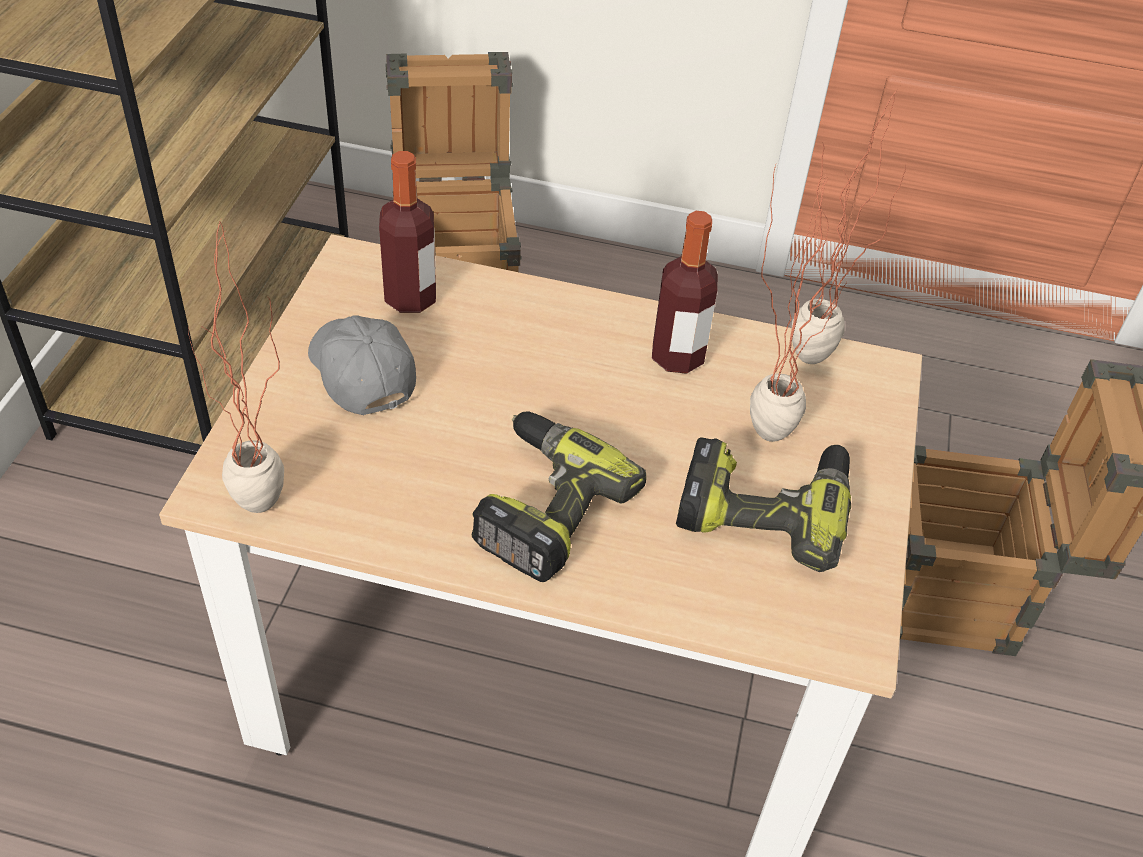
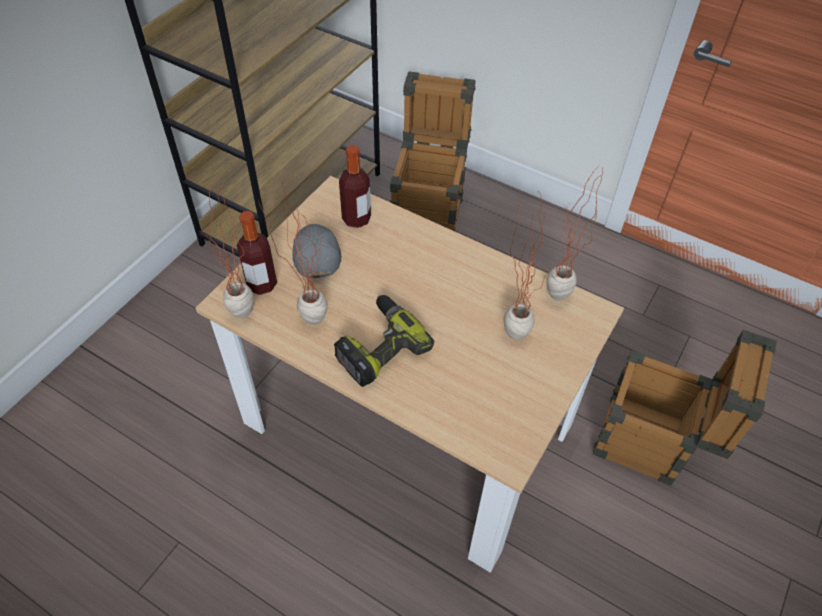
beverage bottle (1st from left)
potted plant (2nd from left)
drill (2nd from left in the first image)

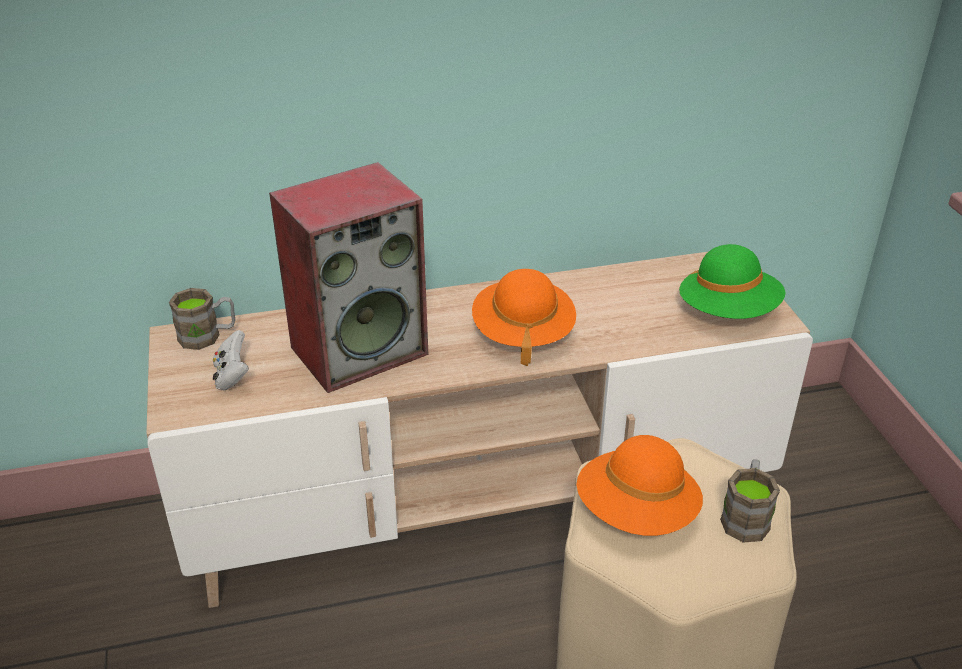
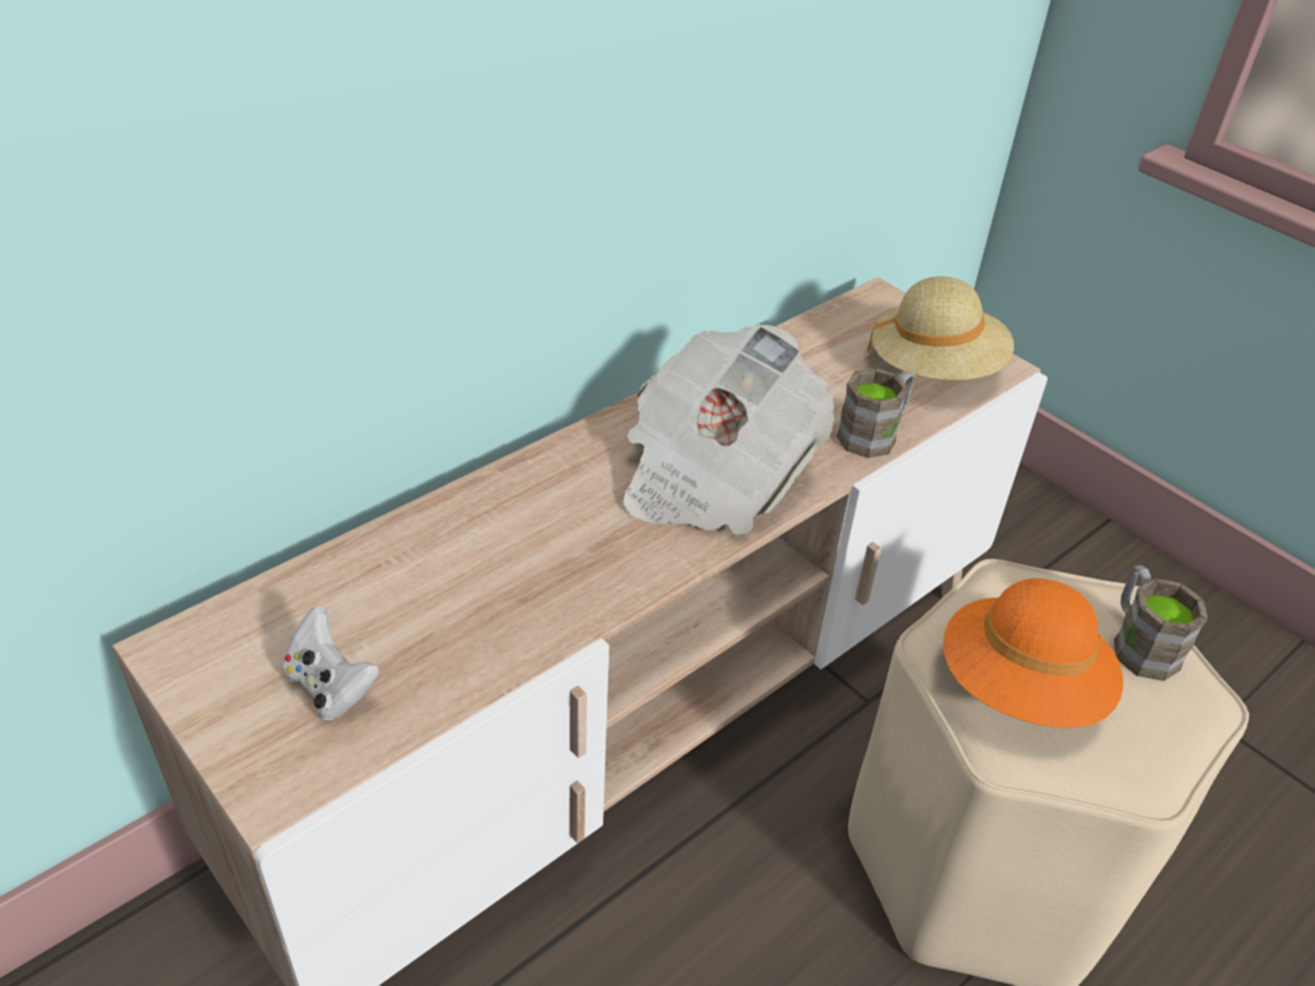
newspaper
brown-coloured tea mug (1st from left)
sand-coloured hat
speaker

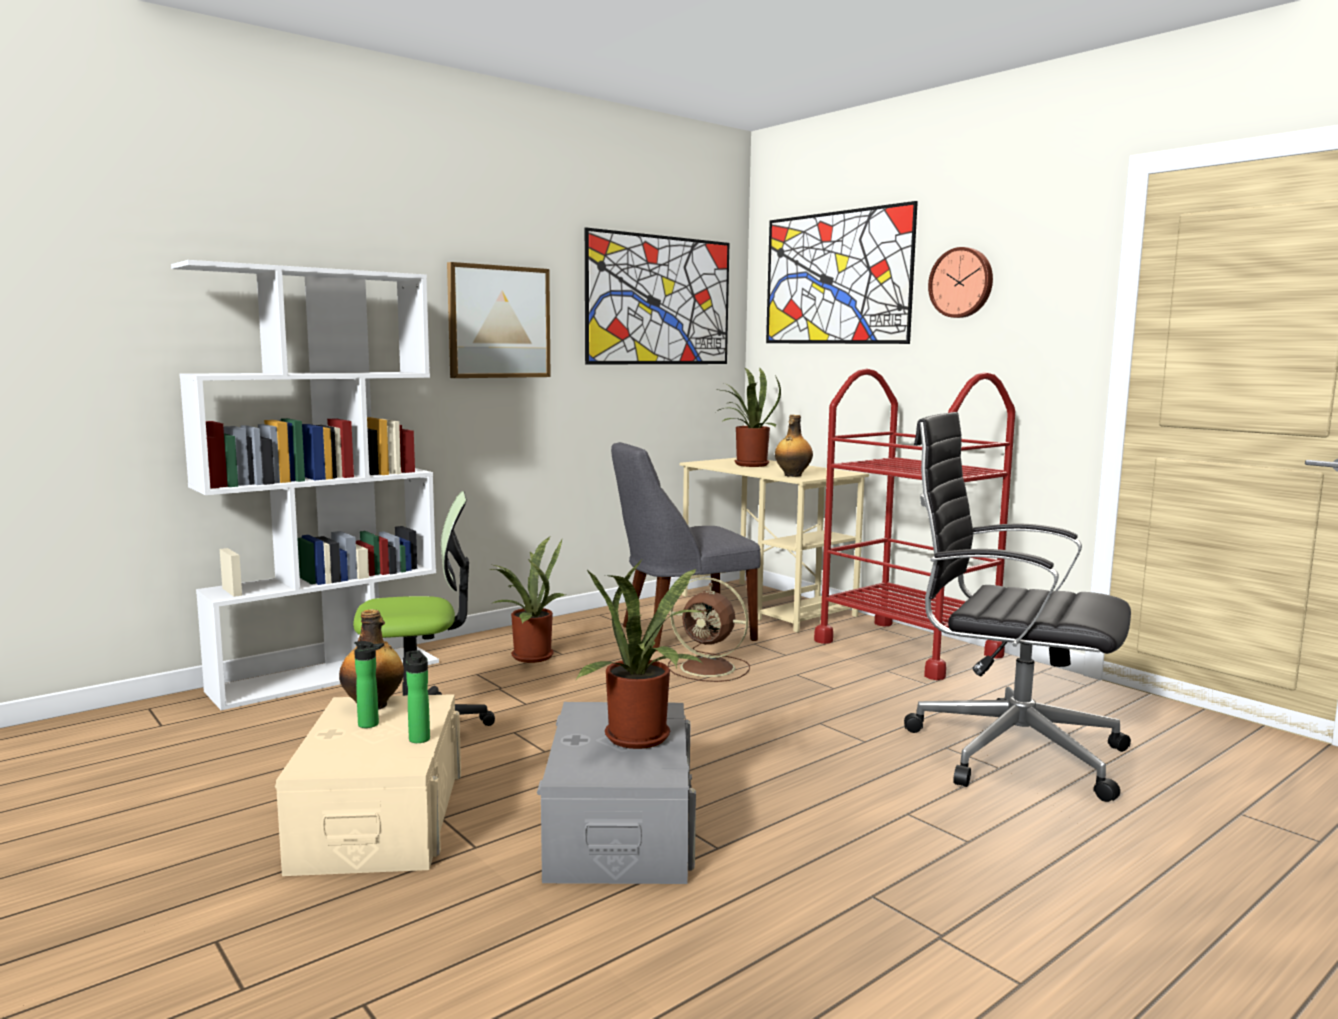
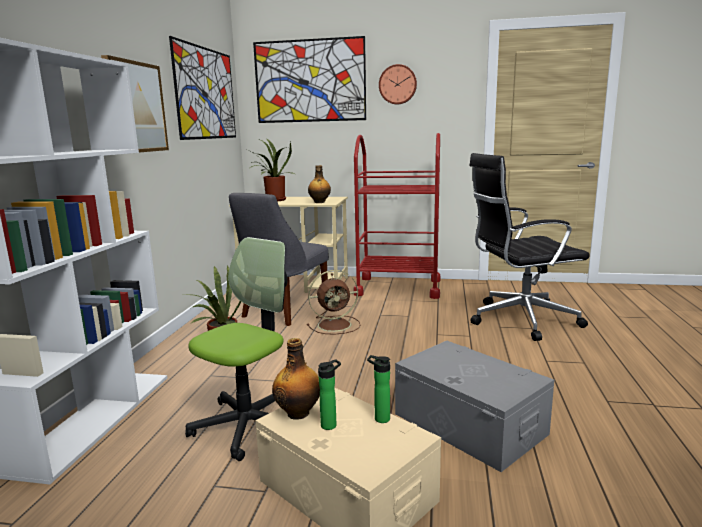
potted plant (2nd from left in the first image)

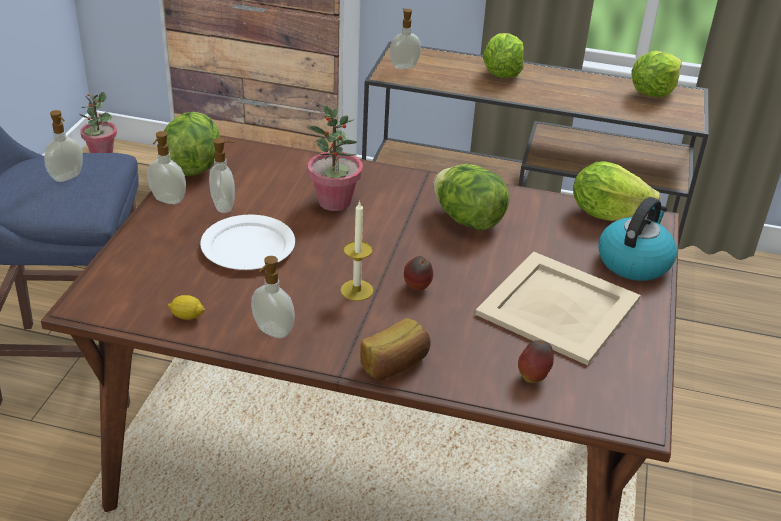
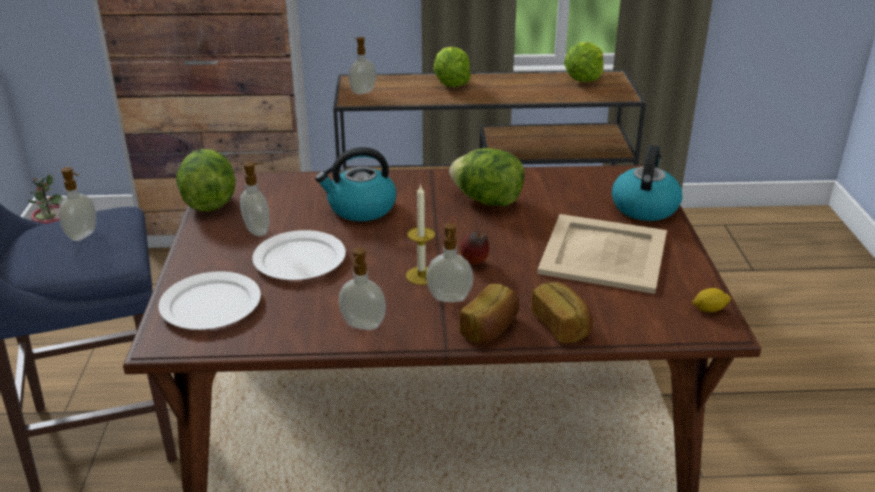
whitish plate (1st from left)
kettle (1st from left)
soap dispenser (5th from left)
baked bread (2nd from left)
lemon
whole apple (2nd from left in the first image)
head of lettuce (4th from left in the first image)

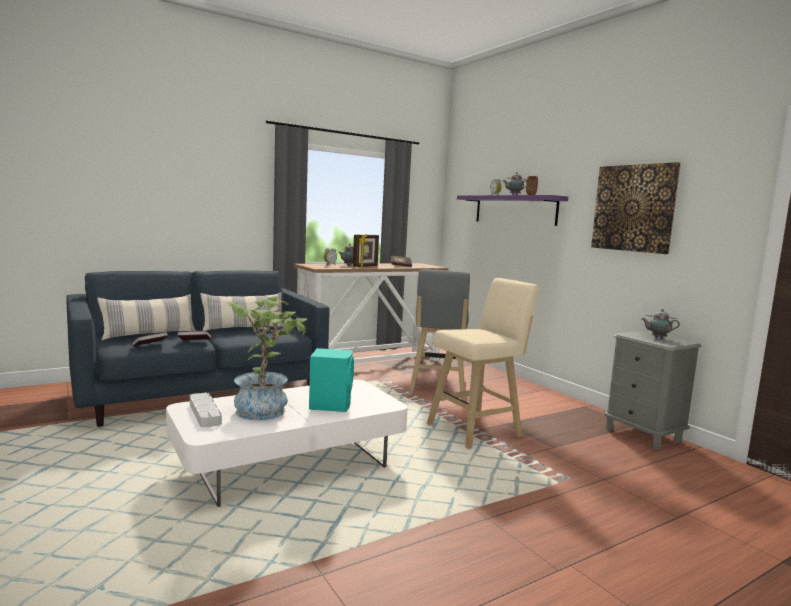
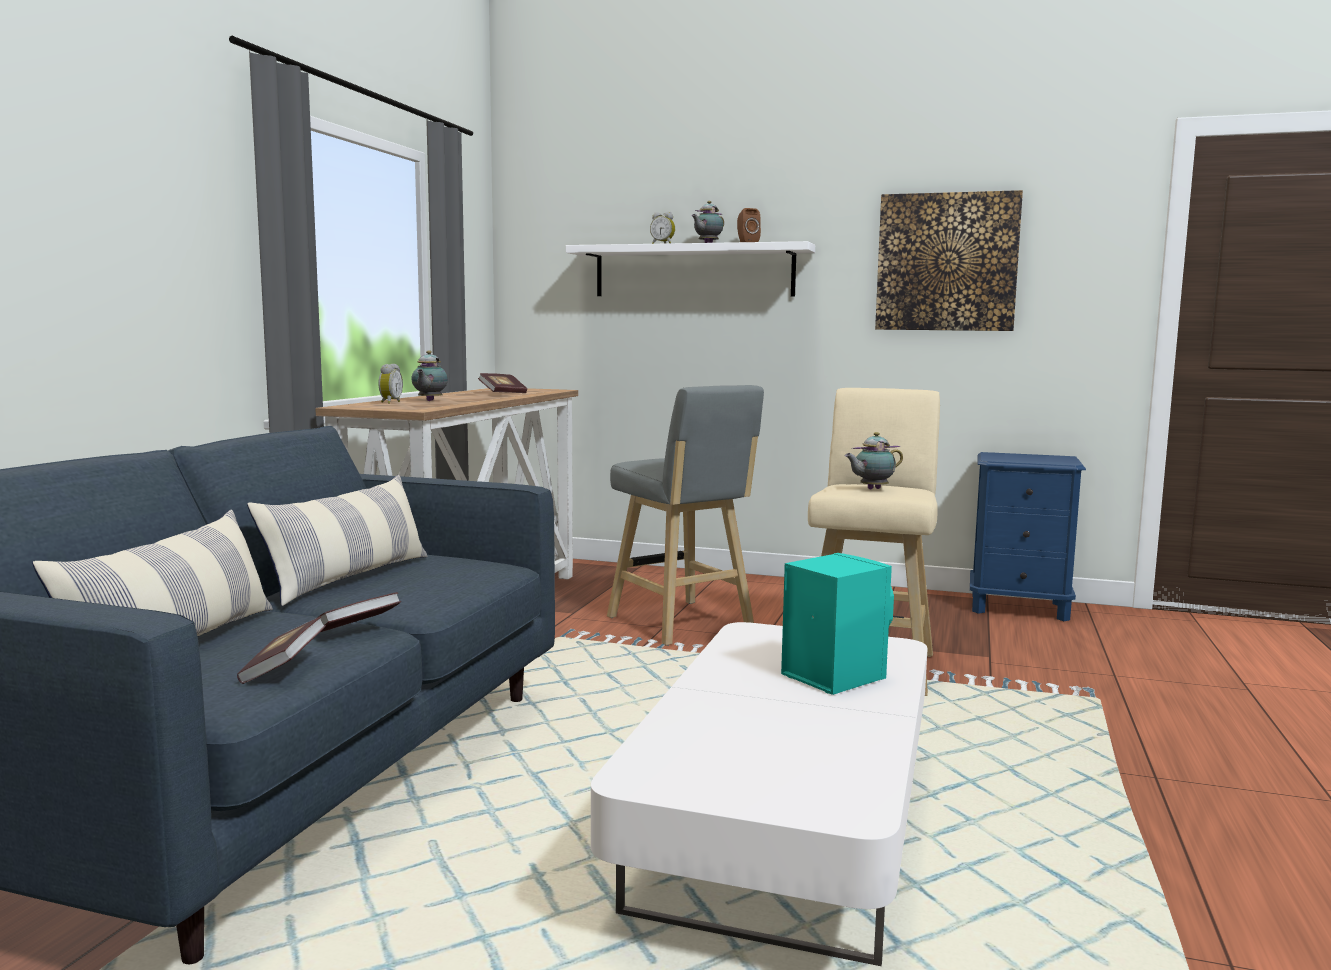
whitish shelf
teapot (3rd from left)
blue night table
greyish carrying tray
potted plant
picture frame

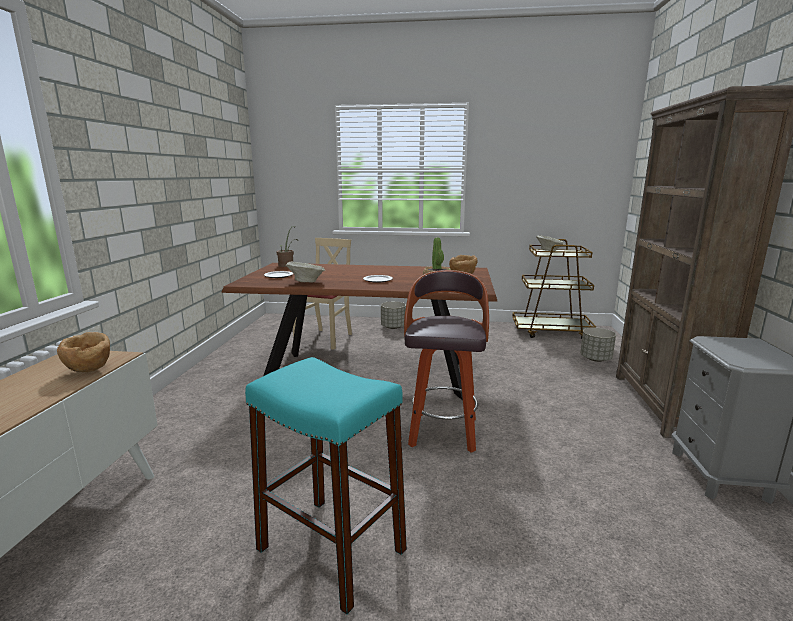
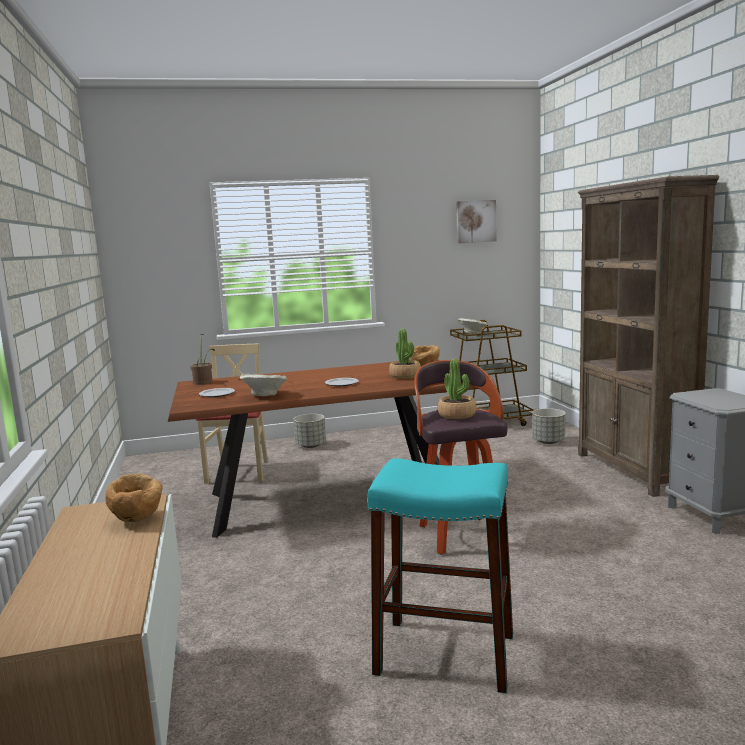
potted plant (3rd from left)
picture

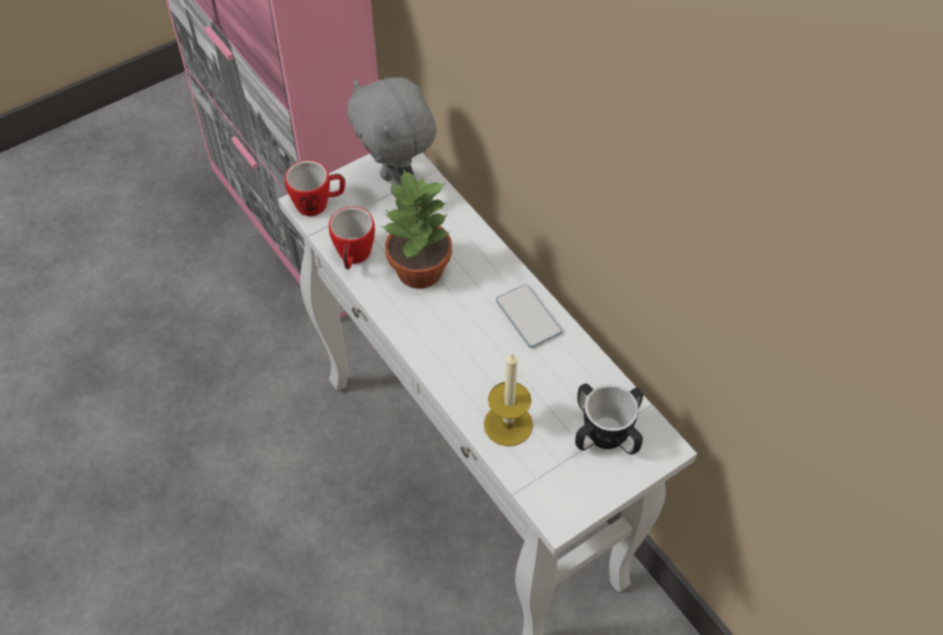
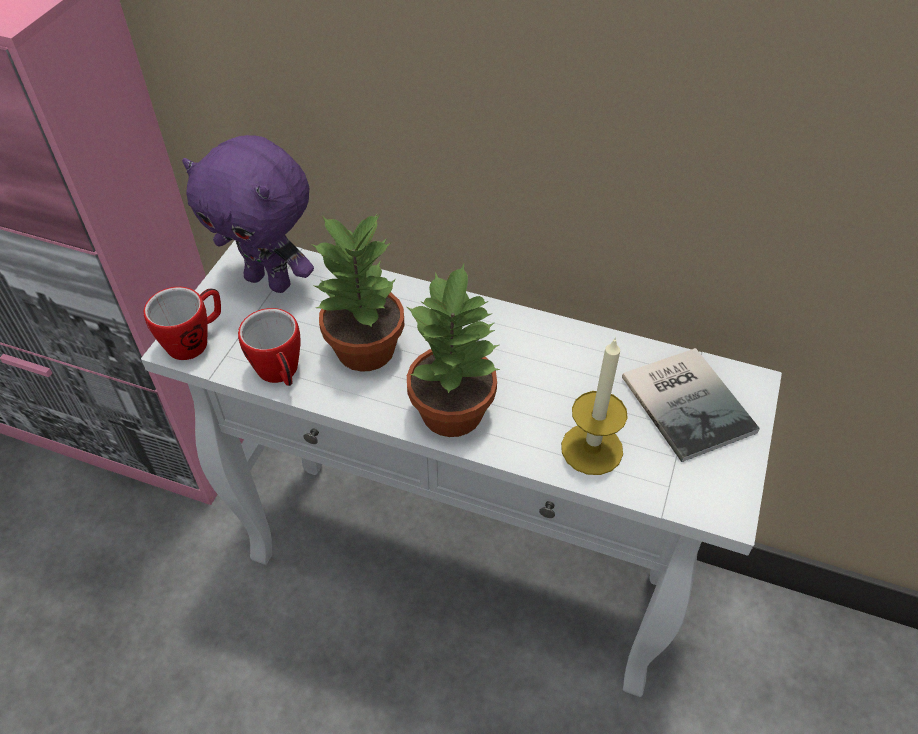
purplish cuddly toy
potted plant (2nd from left)
bound book
telephone

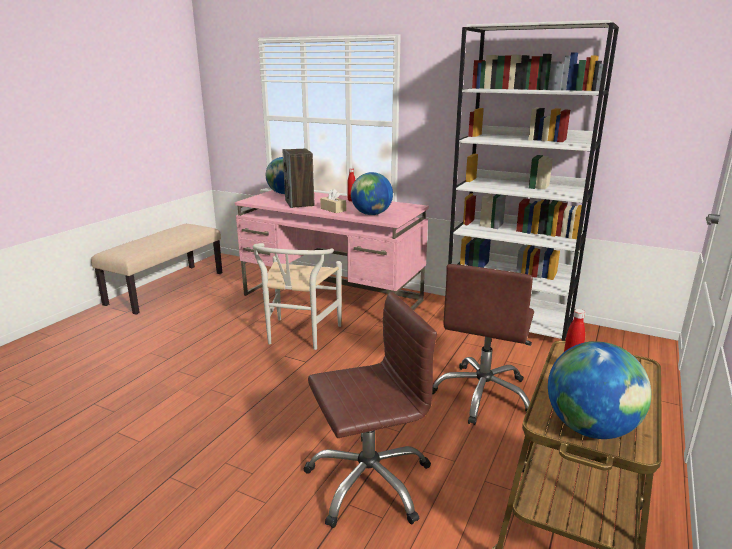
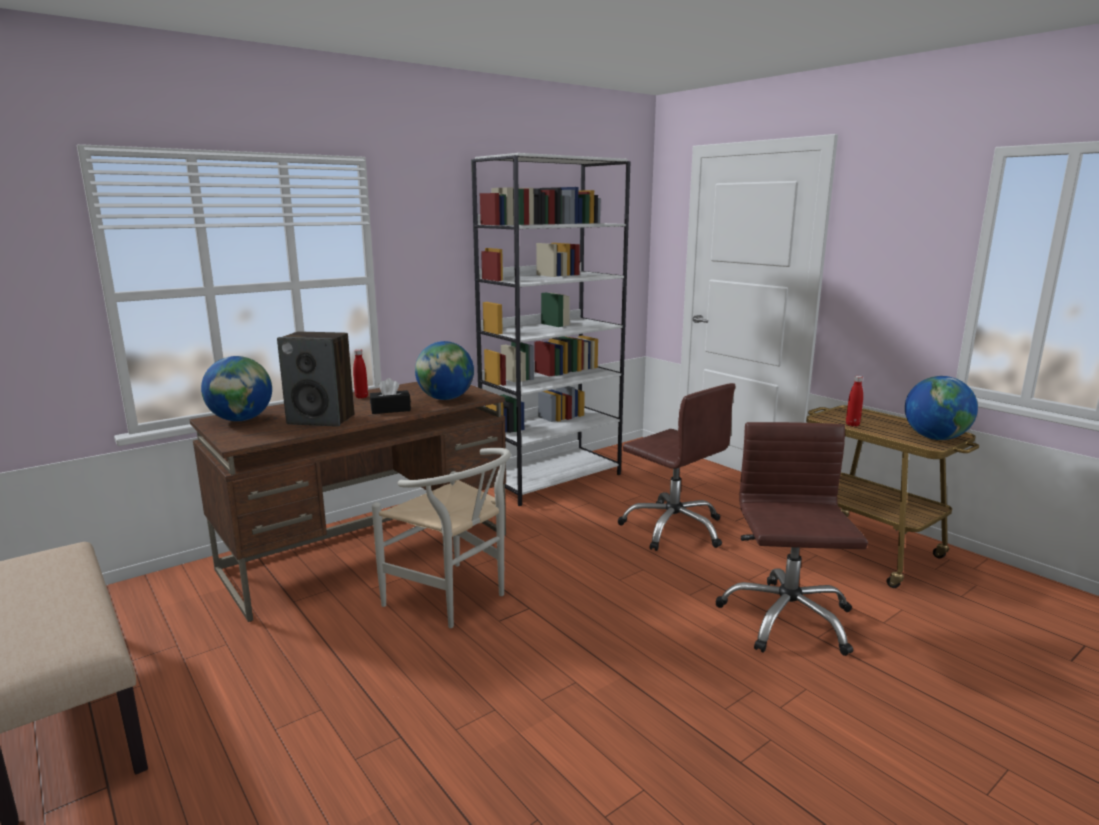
brown-coloured desk table
black-coloured tissue box

